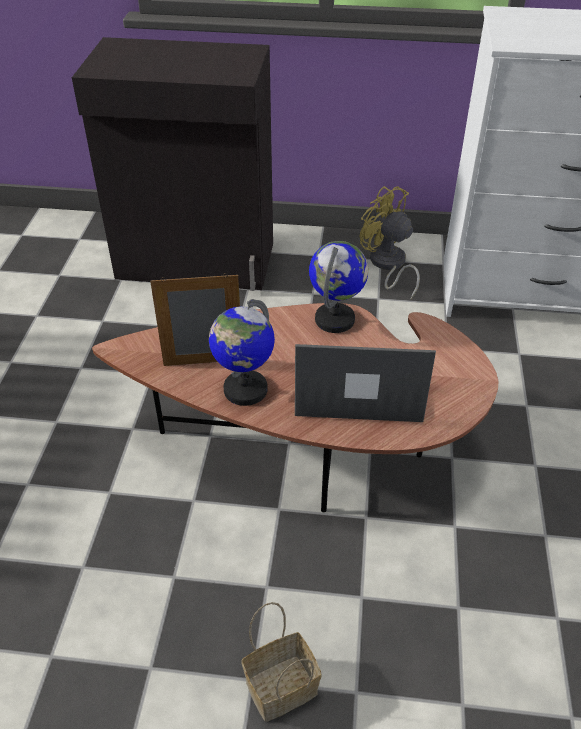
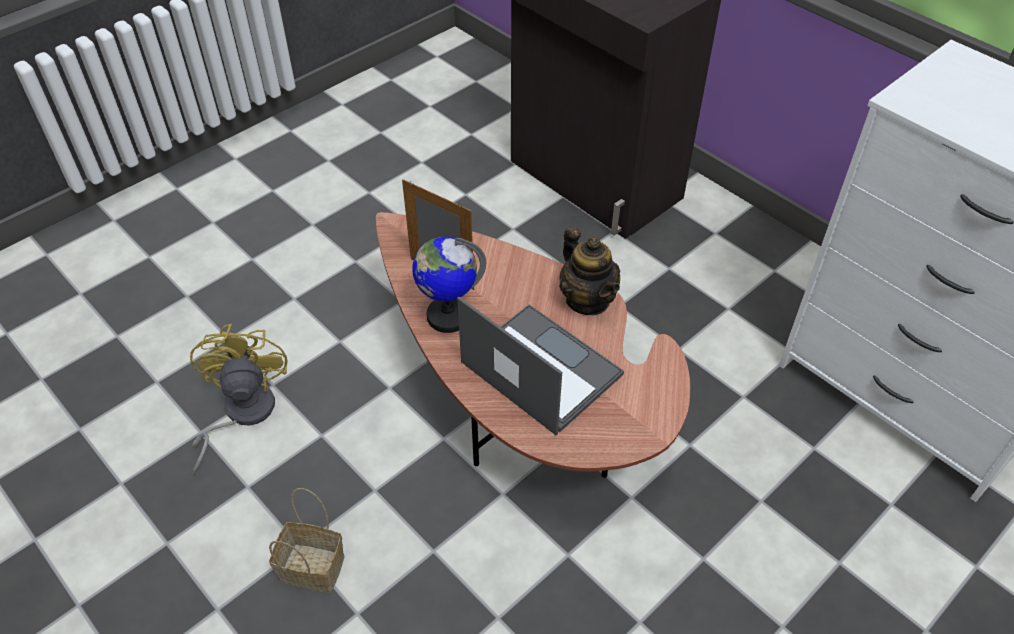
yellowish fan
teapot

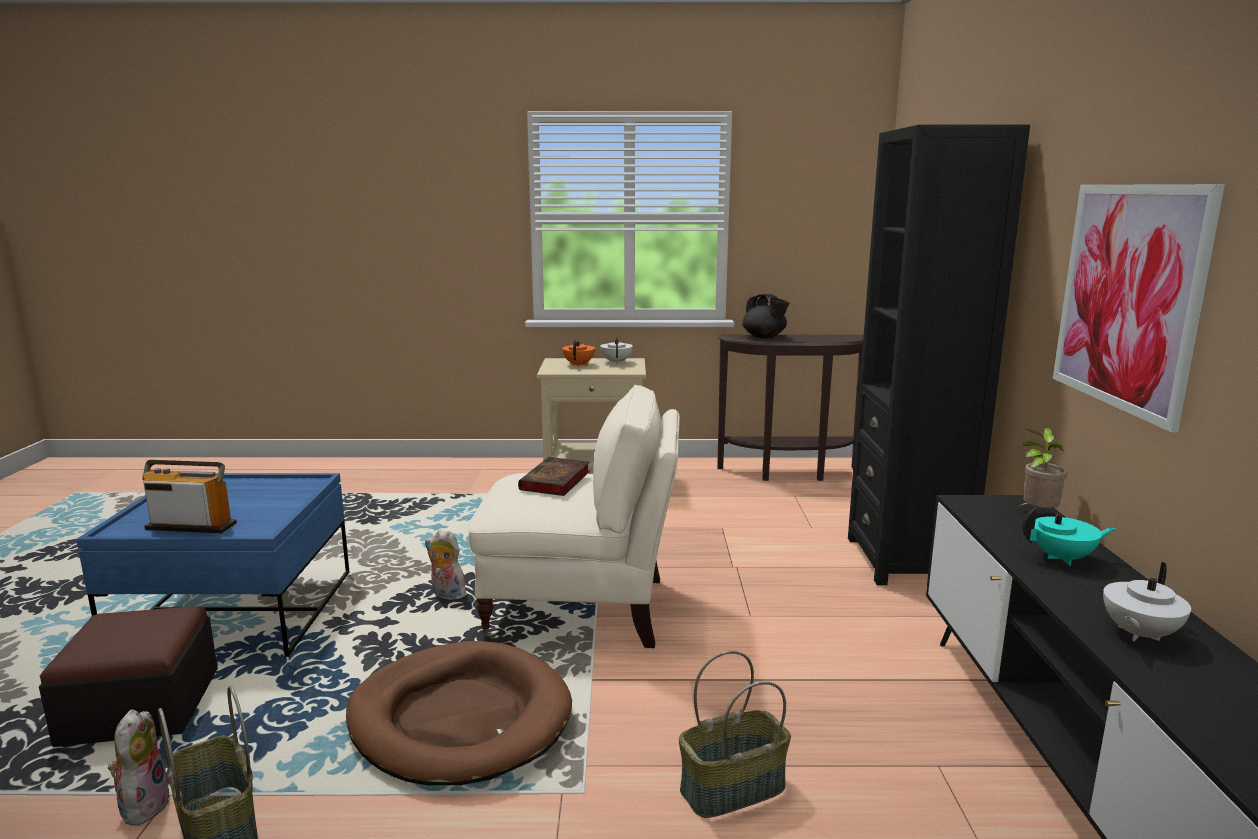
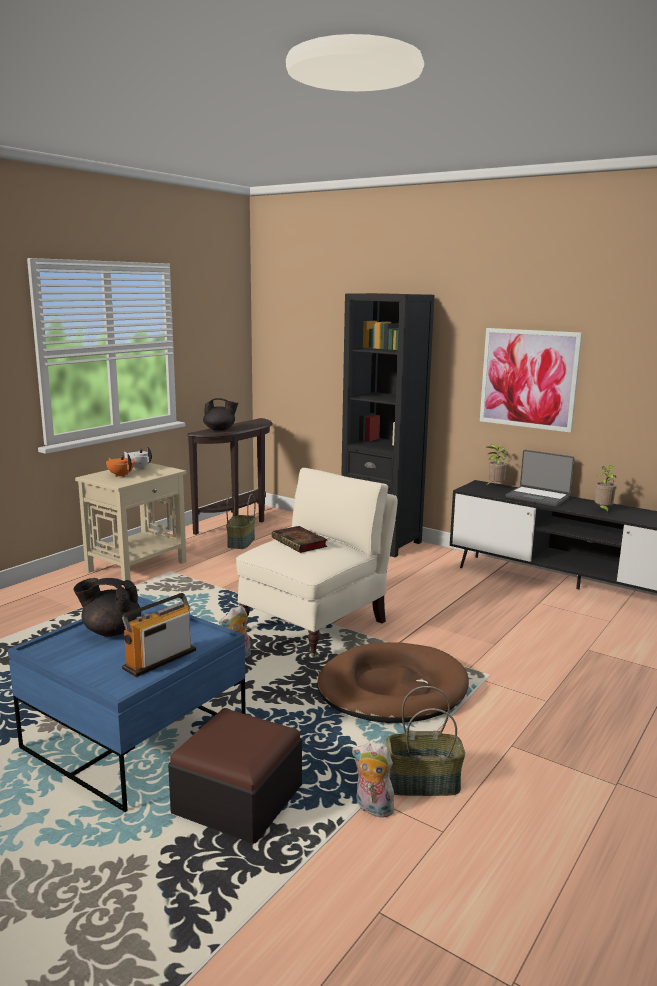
black-coloured teapot (1st from left)
basket (1st from left)
notebook computer
potted plant (2nd from left)

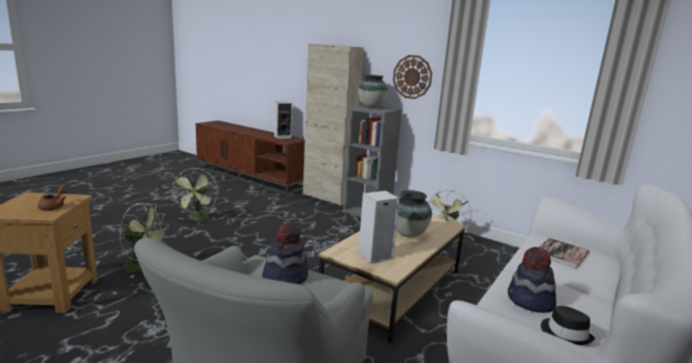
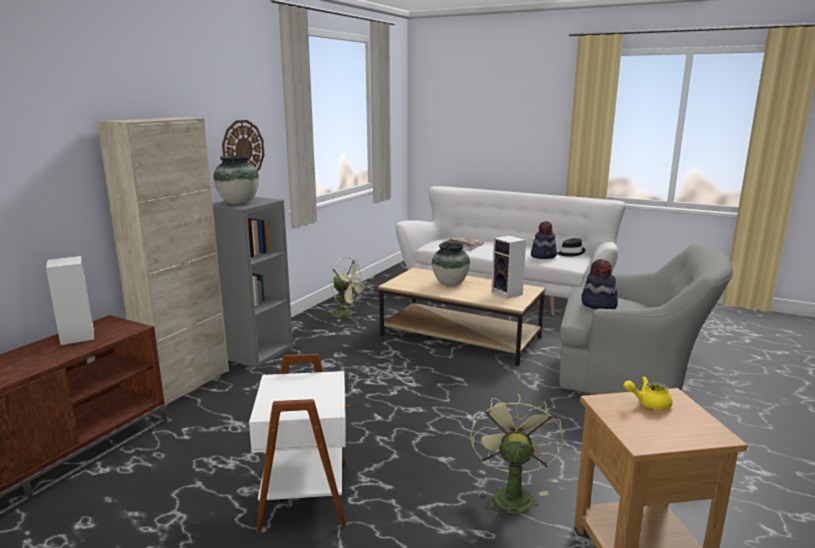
whitish side table
yellowish teapot

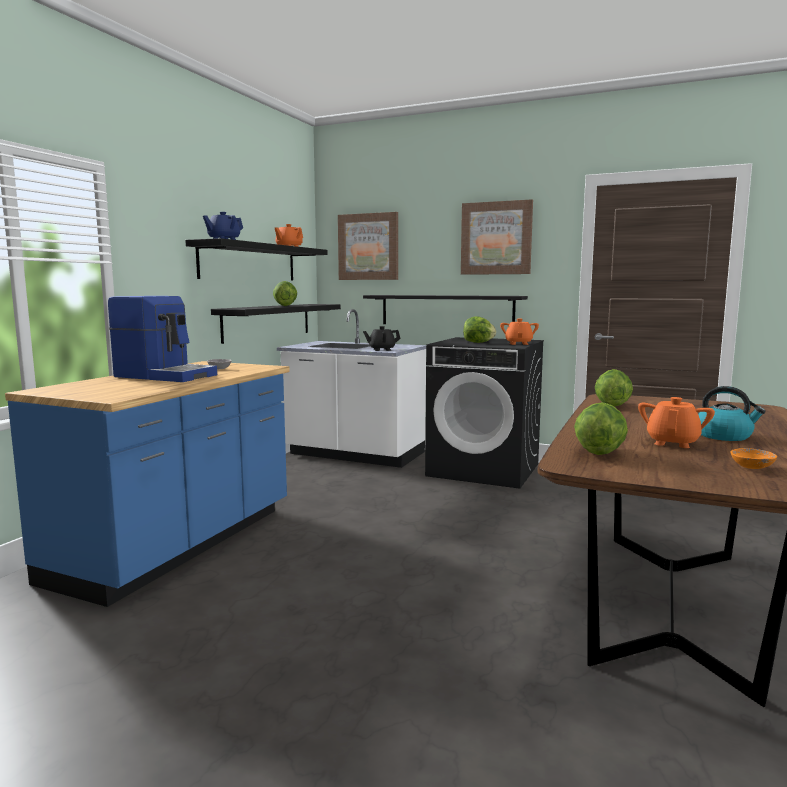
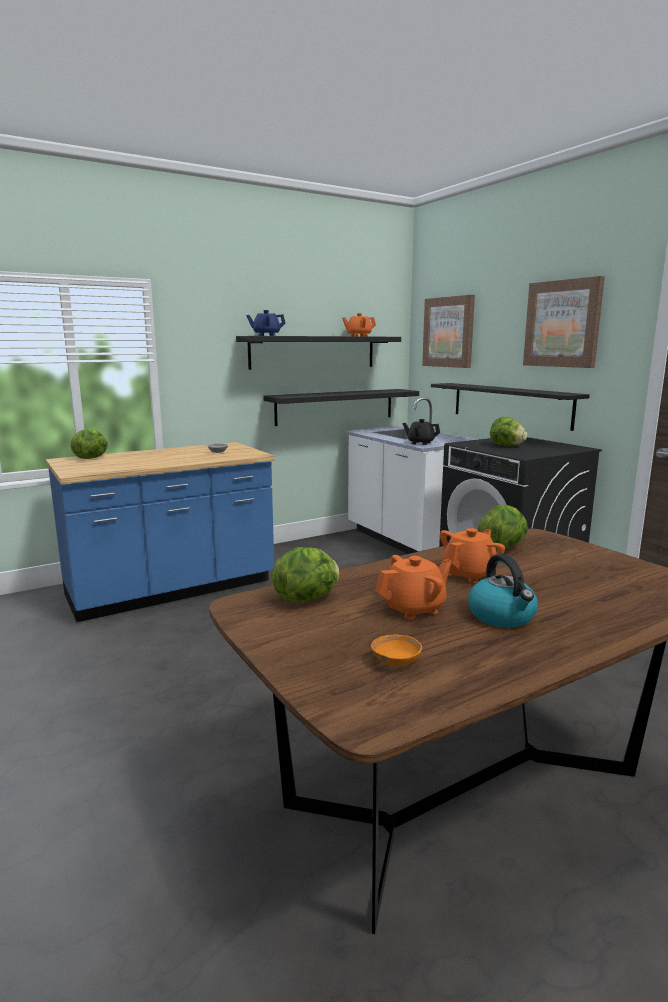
head of lettuce (1st from left)
orangey teapot (3rd from left)
coffee maker

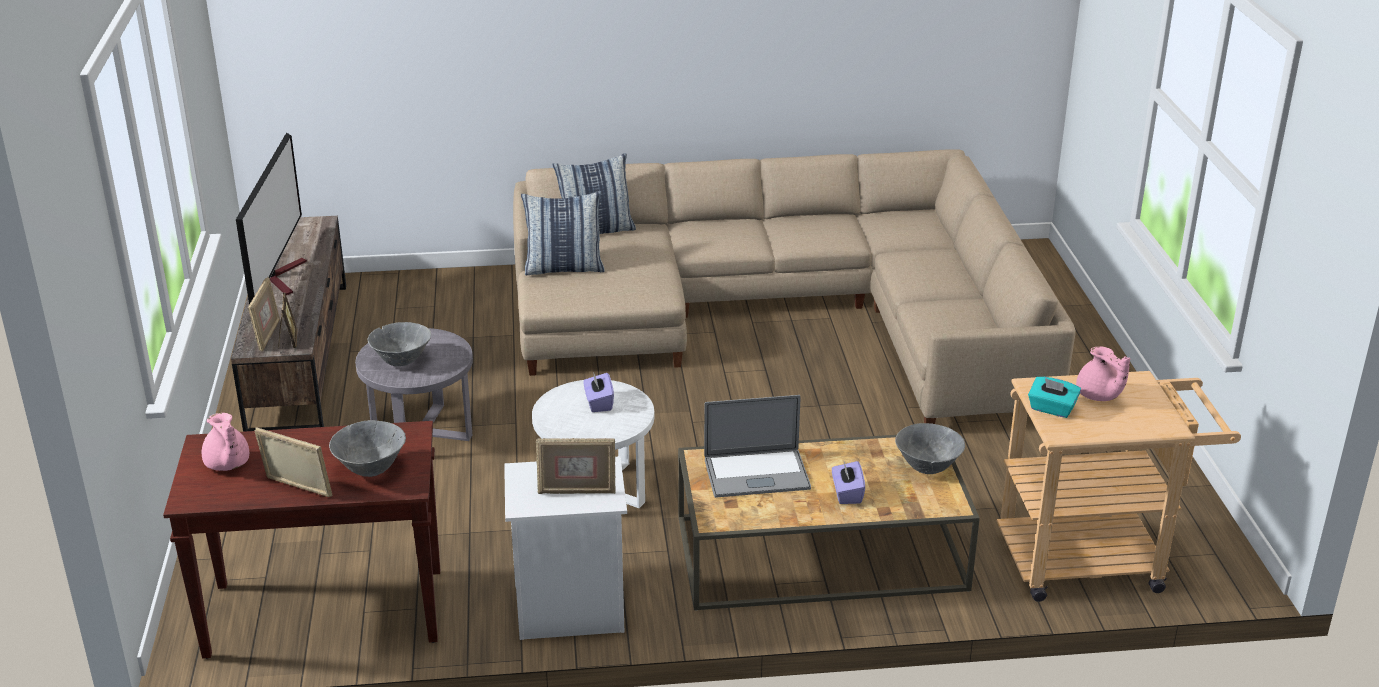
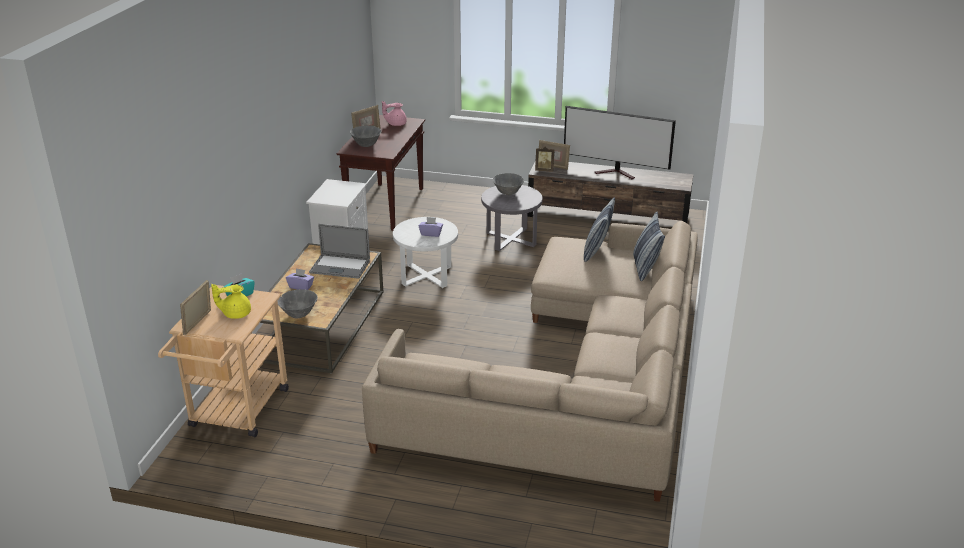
picture frame (1st from left)
yellowish teapot
notebook computer

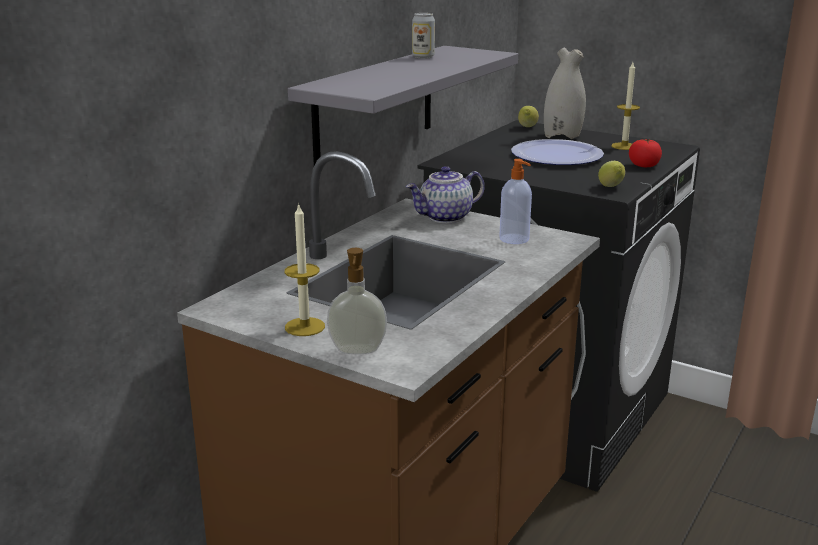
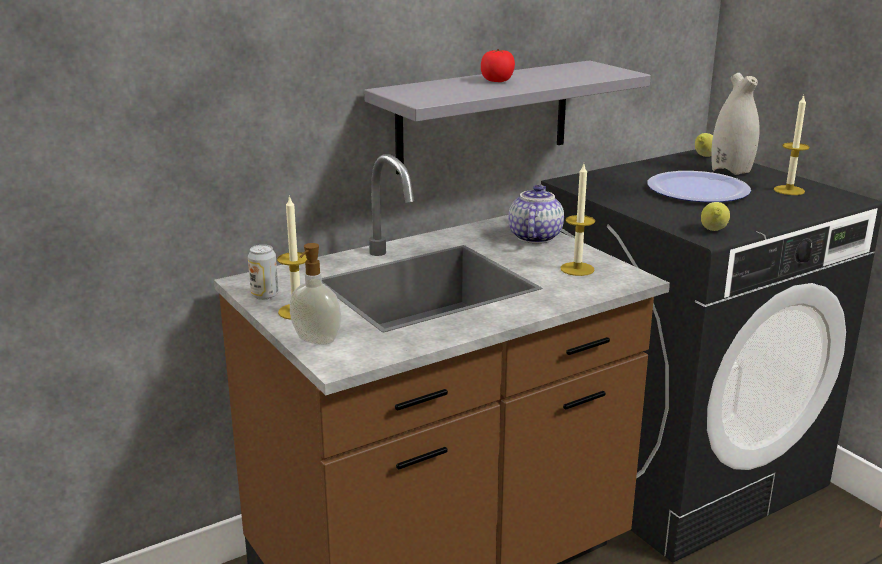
metal can
fresh tomato
teapot
wax candle (2nd from left)

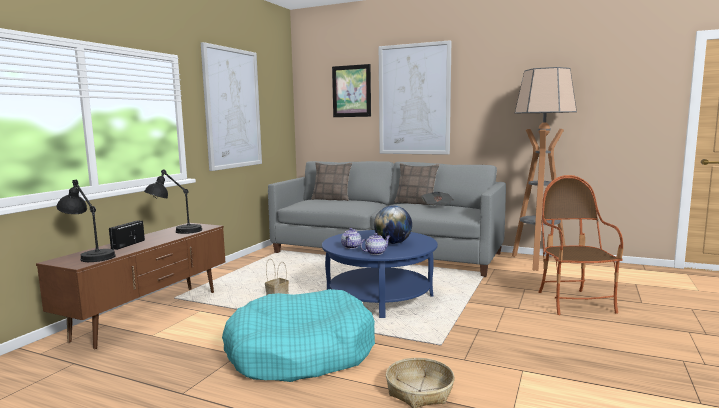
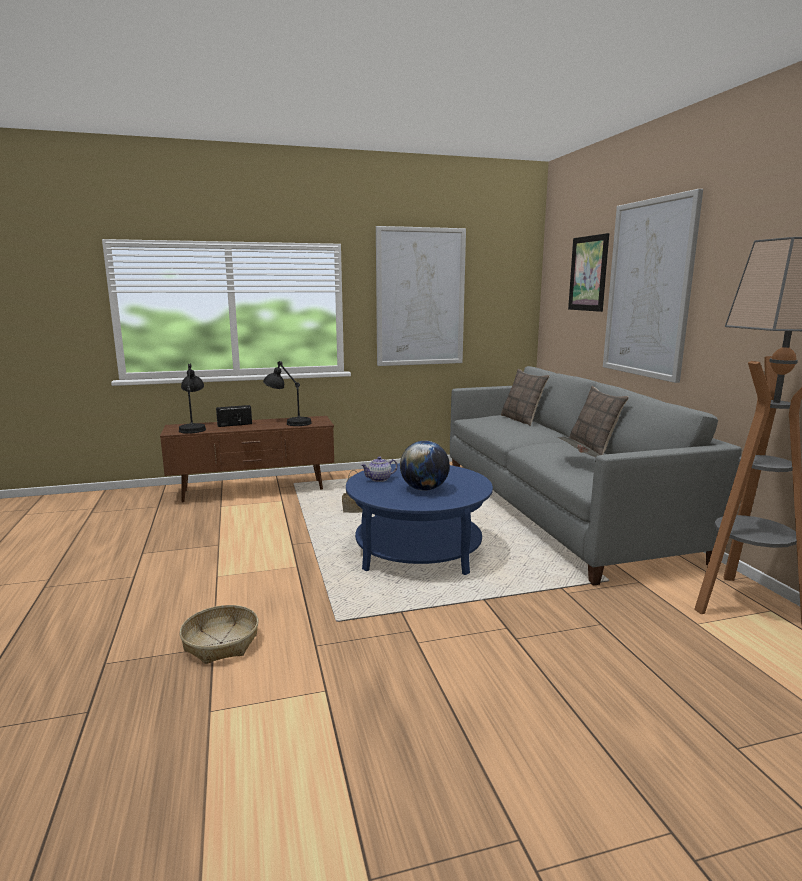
turquoise dog cushion
teapot (2nd from left in the first image)
armchair

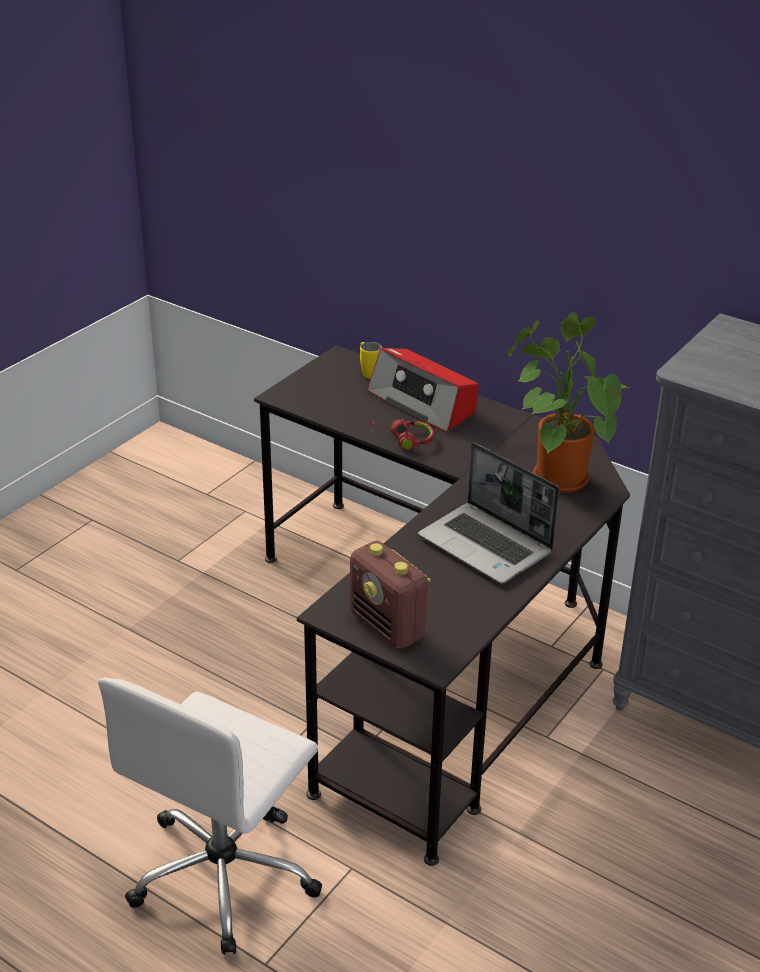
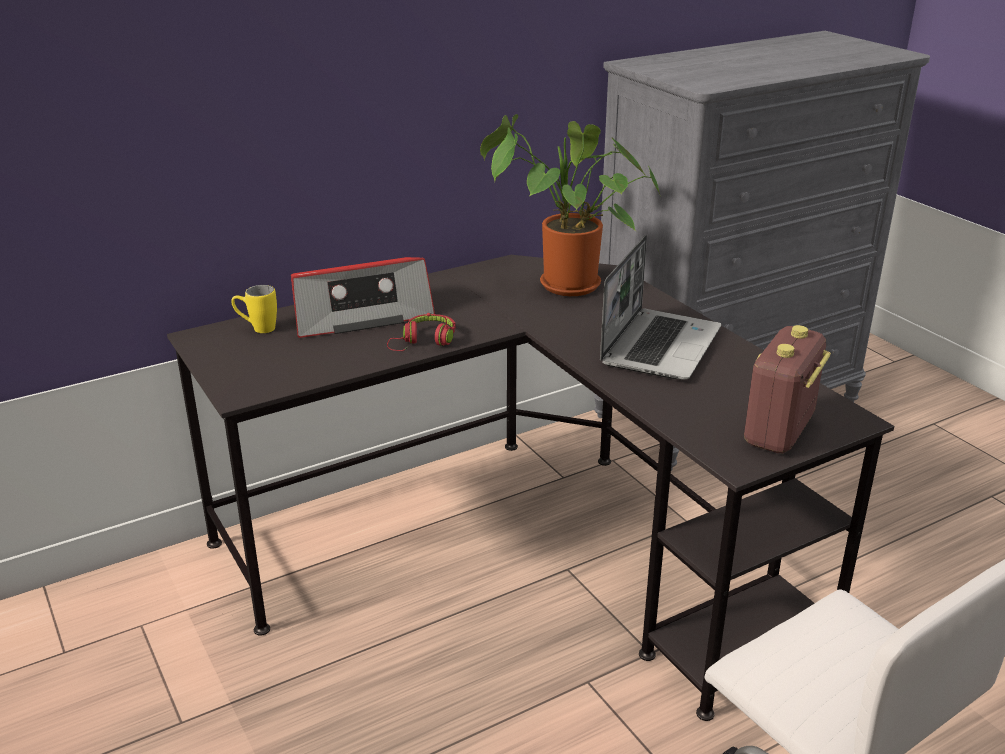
notebook computer
radio set (2nd from left)

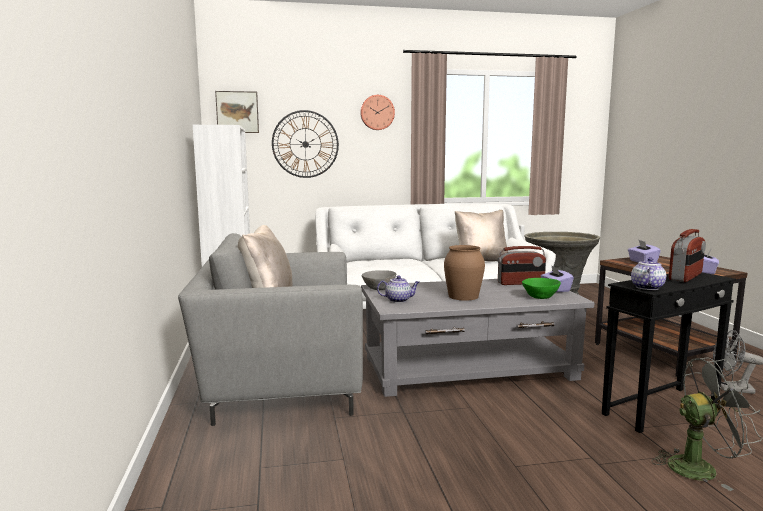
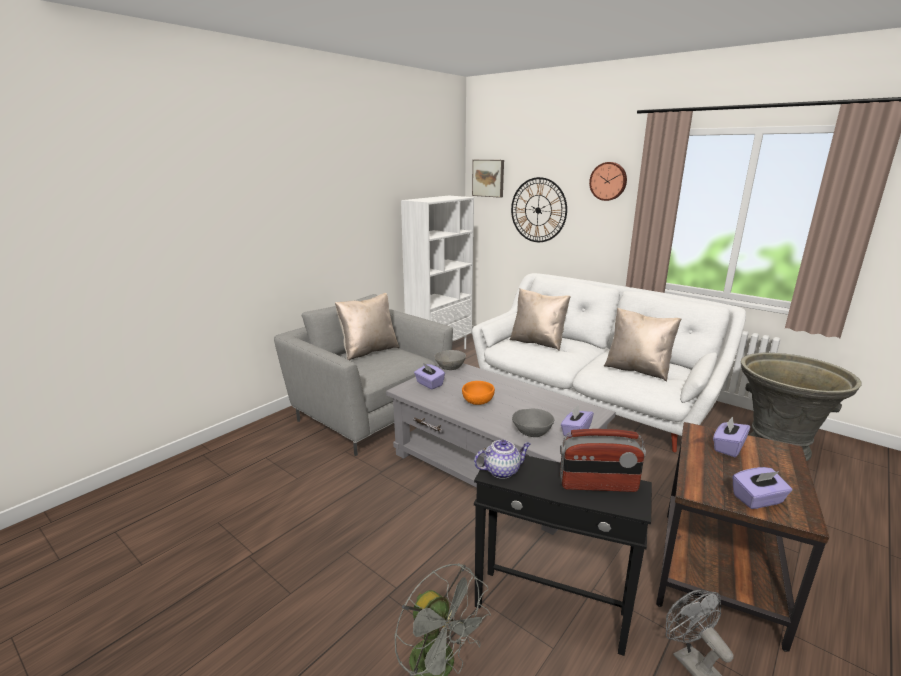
purplish tissue box (1st from left)
orangey bowl
sand-coloured pillow (2nd from left)
greyish bowl (2nd from left)
radio set (1st from left in the first image)

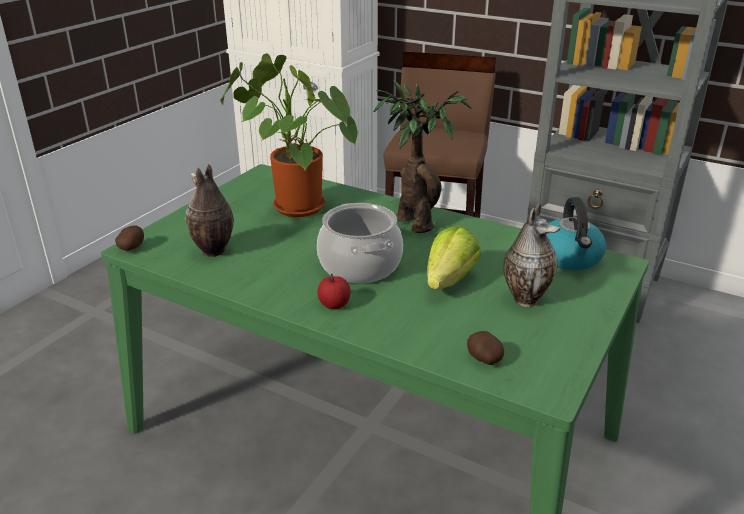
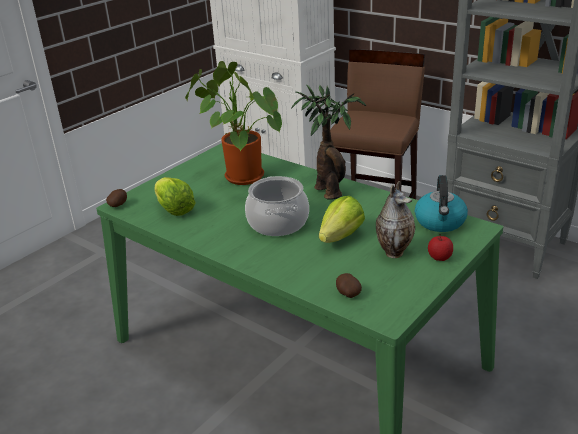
head of lettuce (1st from left)
whole apple

